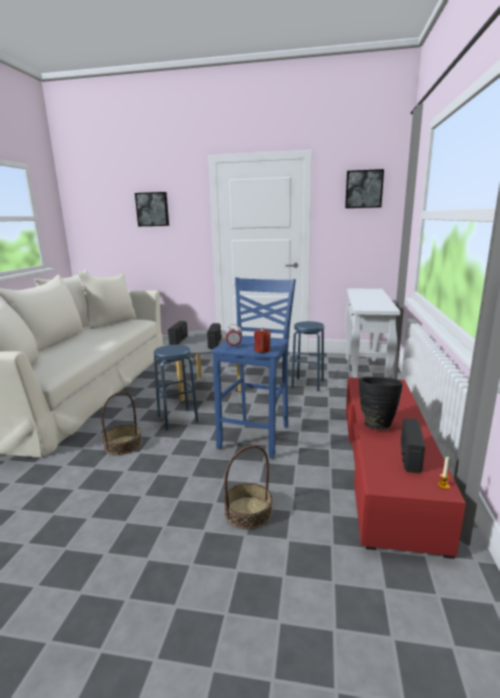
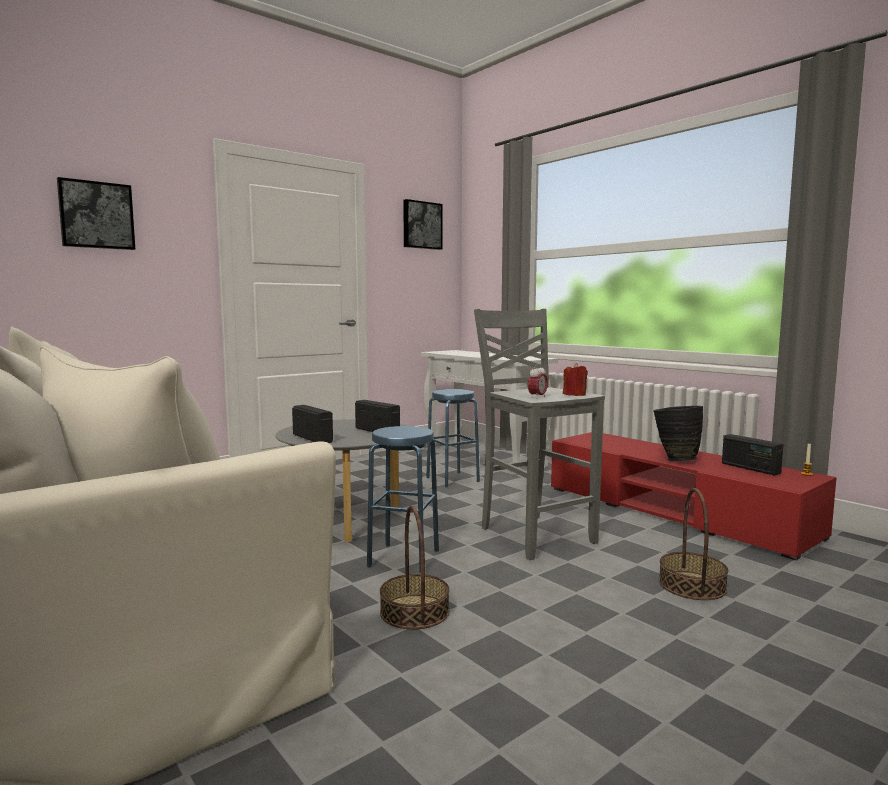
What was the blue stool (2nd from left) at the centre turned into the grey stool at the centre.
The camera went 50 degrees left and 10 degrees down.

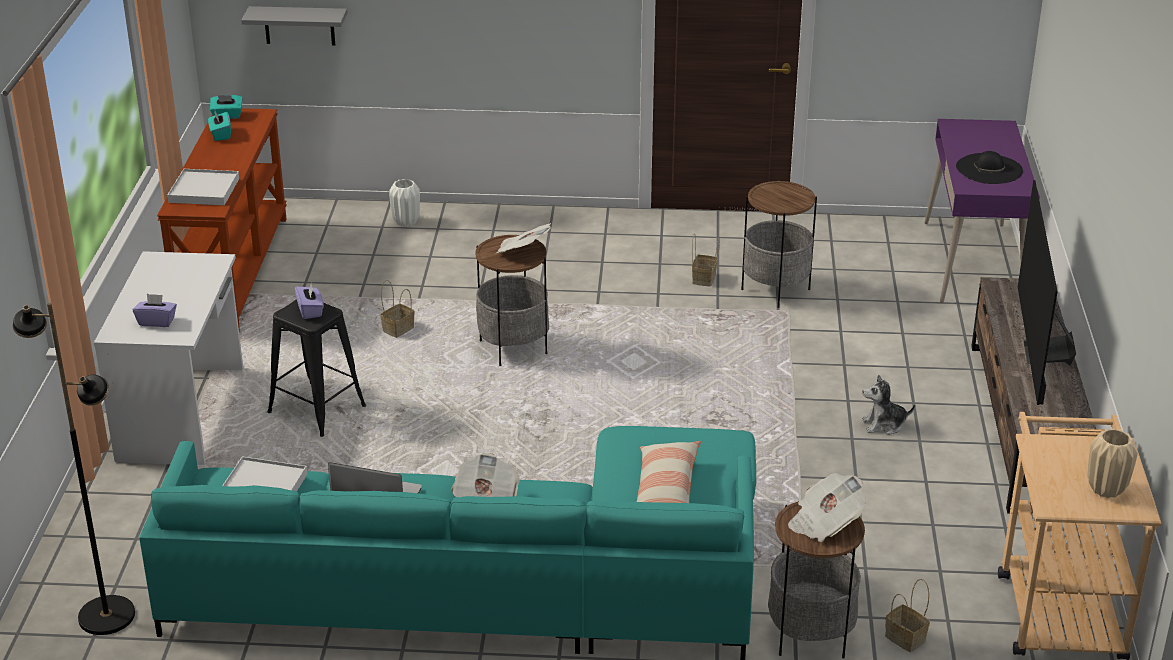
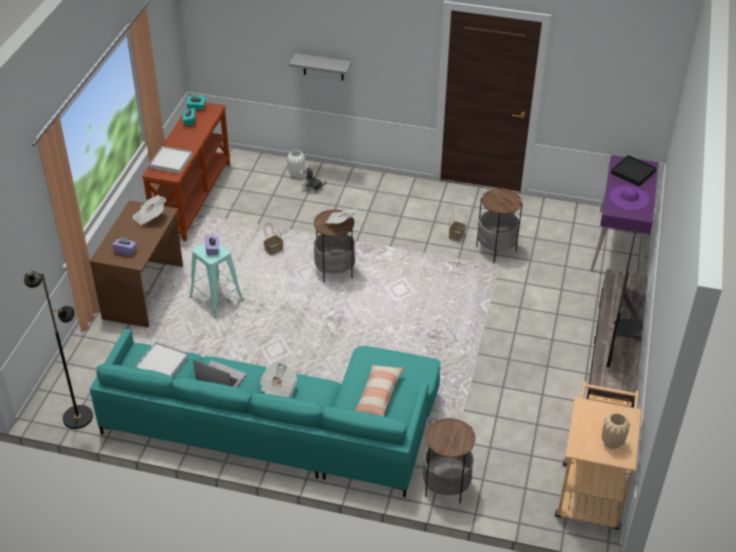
What was the white desk at the middle left turned into the brown desk at the middle left.
The newspaper (3rd from left in the first image) ended up elsewhere, having gone from the bottom right to the middle left.
What was the black stool at the middle left turned into the turquoise stool at the middle left.
The grey shelf ended up elsewhere, having gone from the top left to the top centre.
The plush toy ended up elsewhere, having gone from the middle right to the top centre.
What was the black hat at the top right turned into the purple hat at the middle right.
The second view gained the black tray at the top right.
The second view lost the basket (3rd from left) at the bottom right.
The camera went 10 degrees right and 10 degrees up.

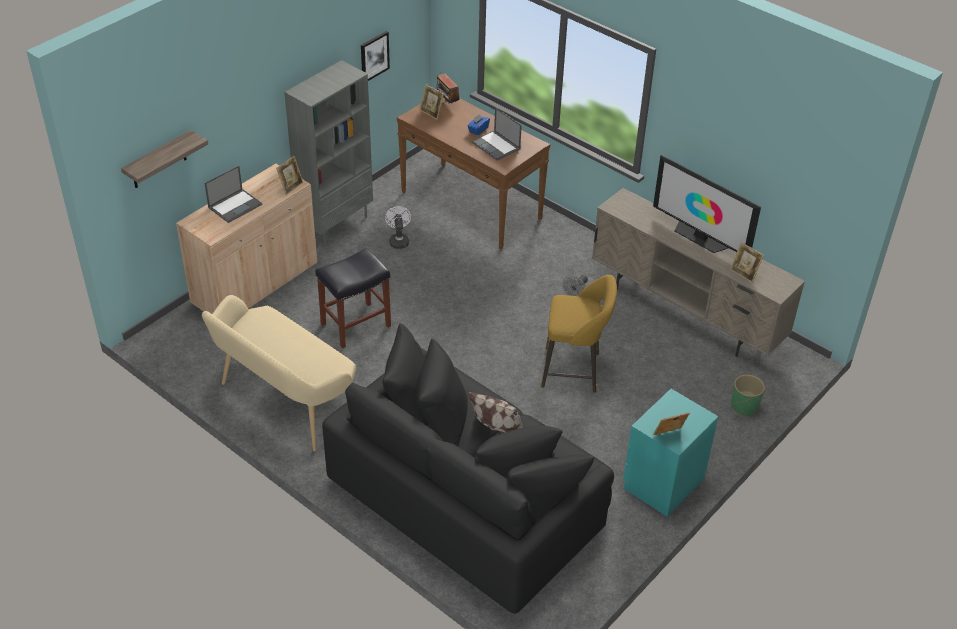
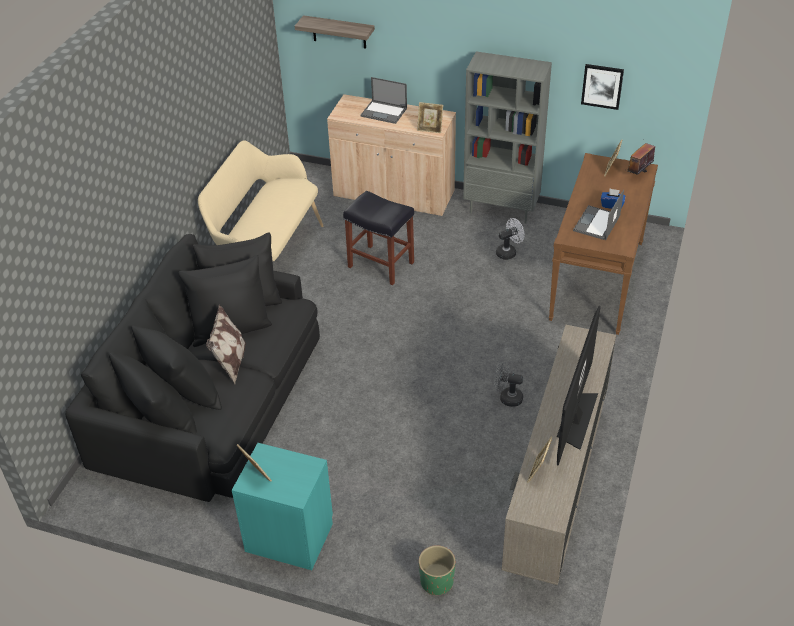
The second view lost the yellow stool at the centre.
The camera went 70 degrees right and 0 degrees up.

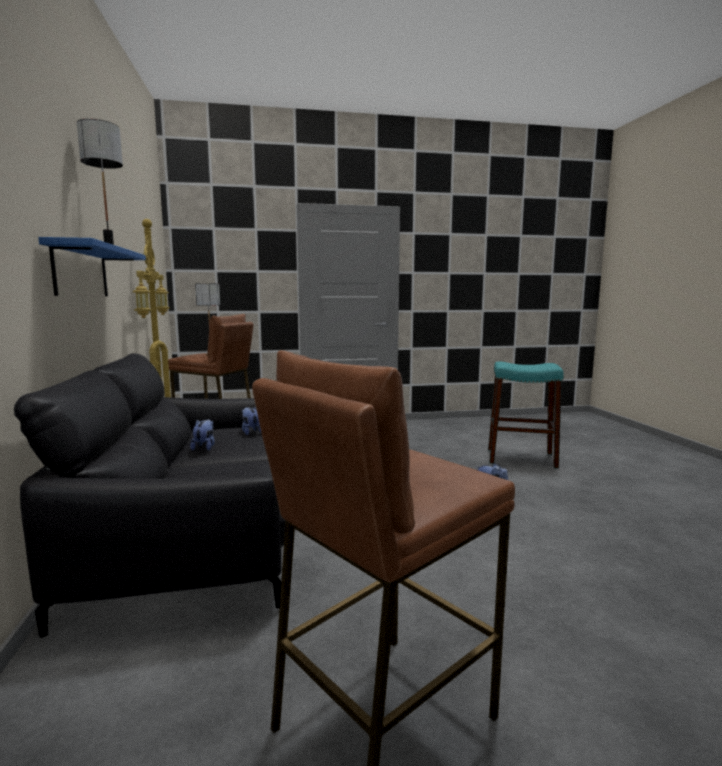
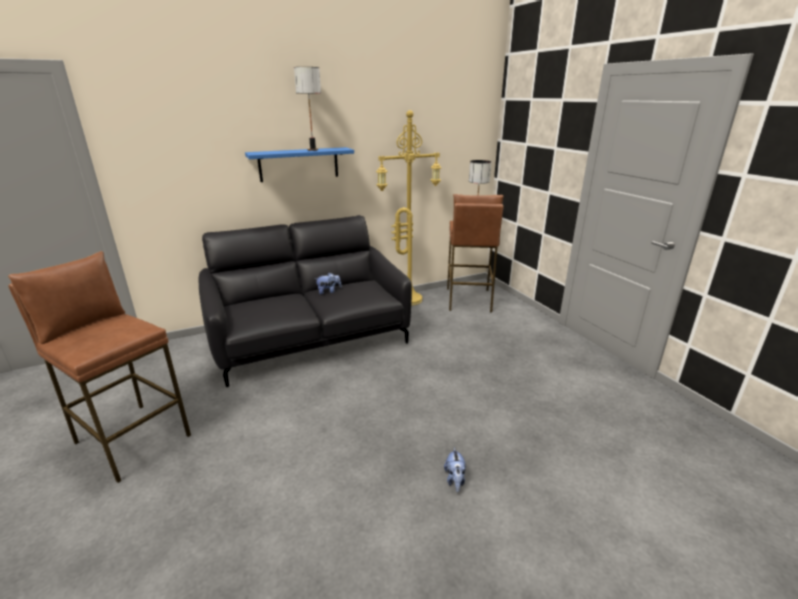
The second view lost the plush toy (2nd from left) at the centre.
The second view lost the turquoise stool at the middle right.
The camera went 75 degrees right and 15 degrees up.

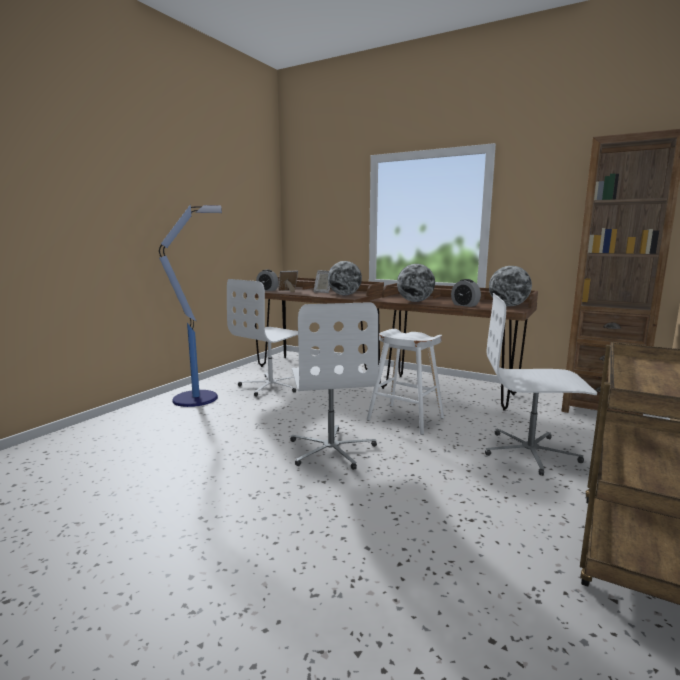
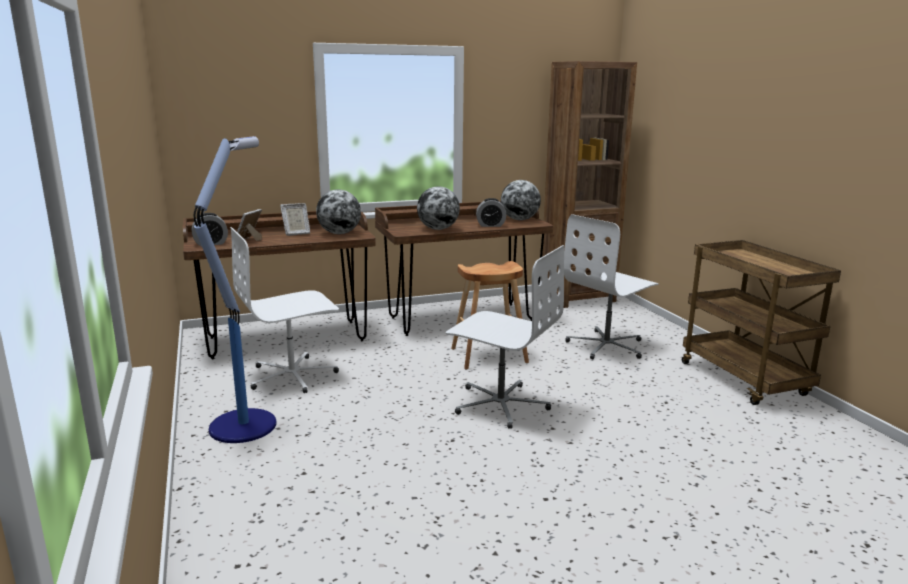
The white office chair (1st from left) at the centre ended up facing another way, 75 degrees clockwise from before.
What was the white stool at the centre turned into the brown stool at the centre.
The camera went 50 degrees left and 5 degrees up.

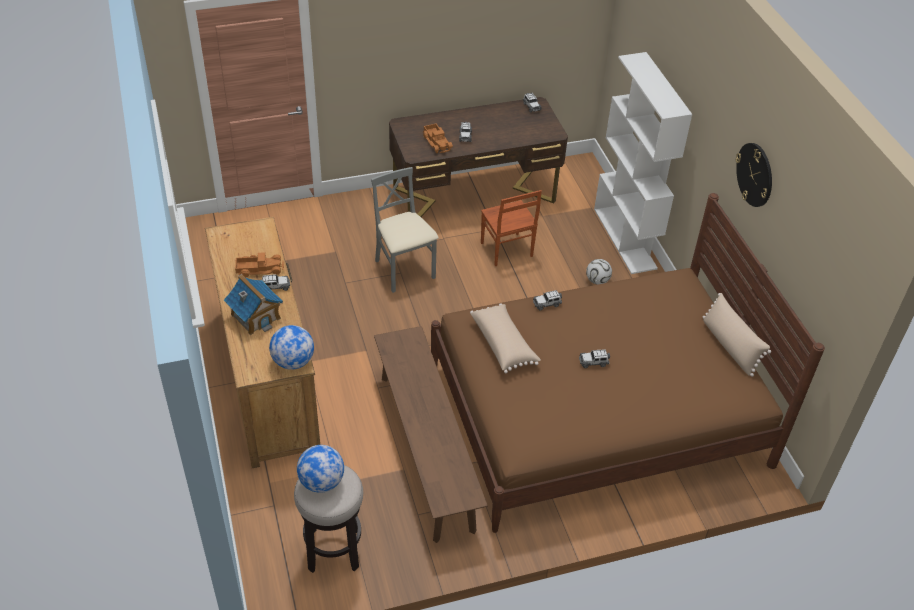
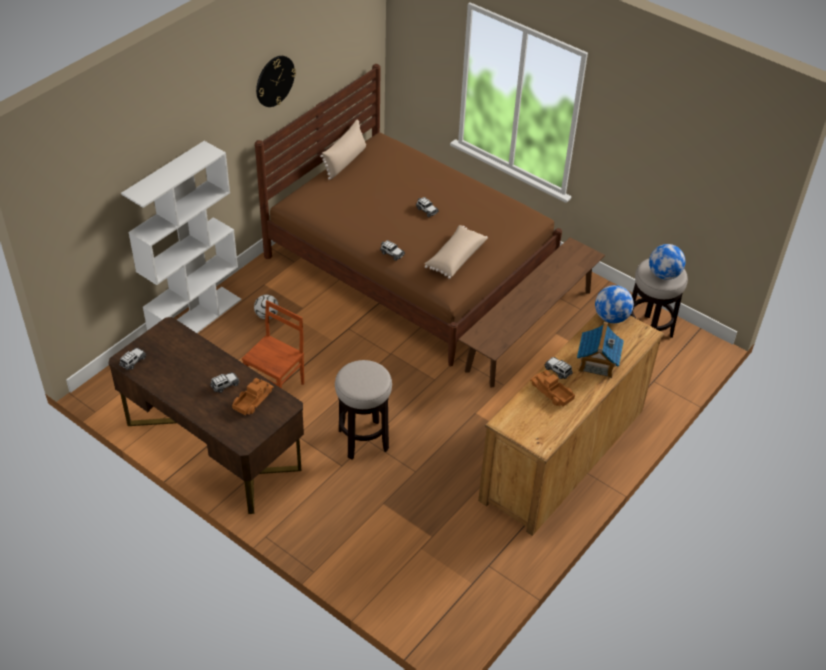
Where the grey chair stood at the centre, the stool (1st from left) came to stand at the centre.
The camera went 125 degrees left and 0 degrees up.

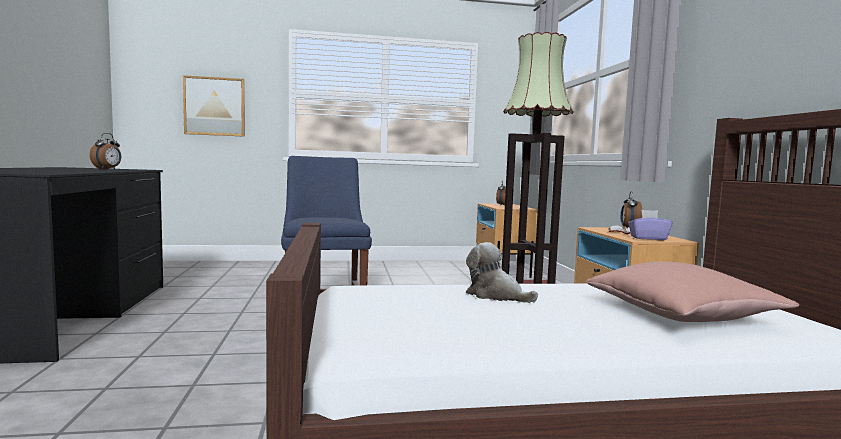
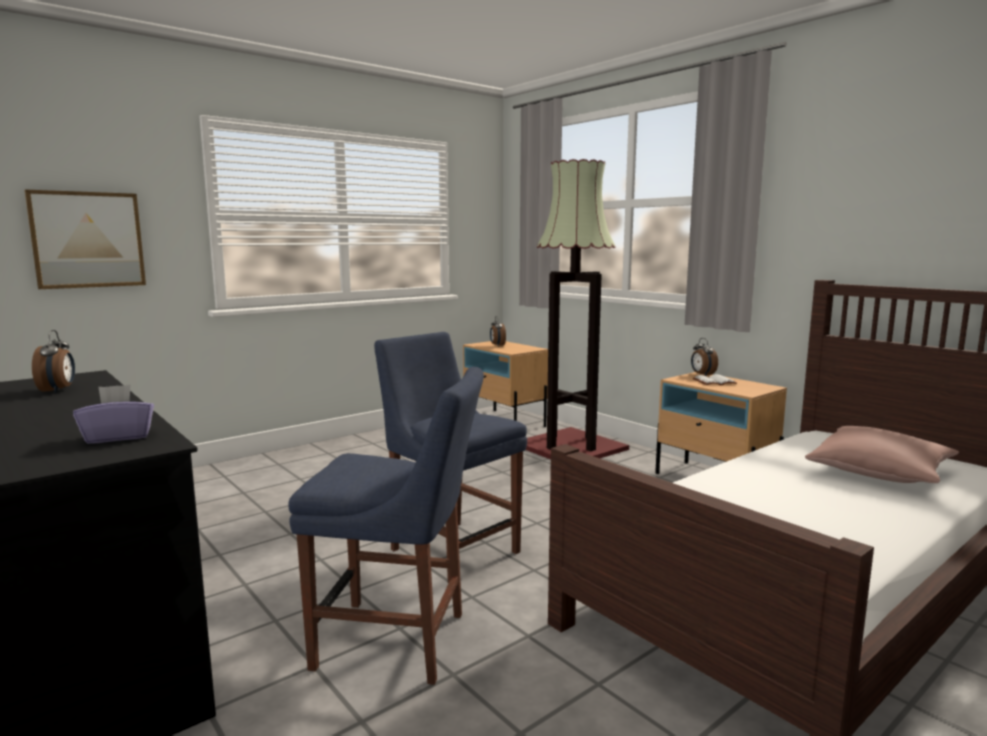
The purple tissue box ended up elsewhere, having gone from the middle right to the middle left.
The second view gained the blue chair (1st from left) at the bottom centre.
The second view lost the plush toy at the centre.
The camera went 30 degrees left and 5 degrees up.

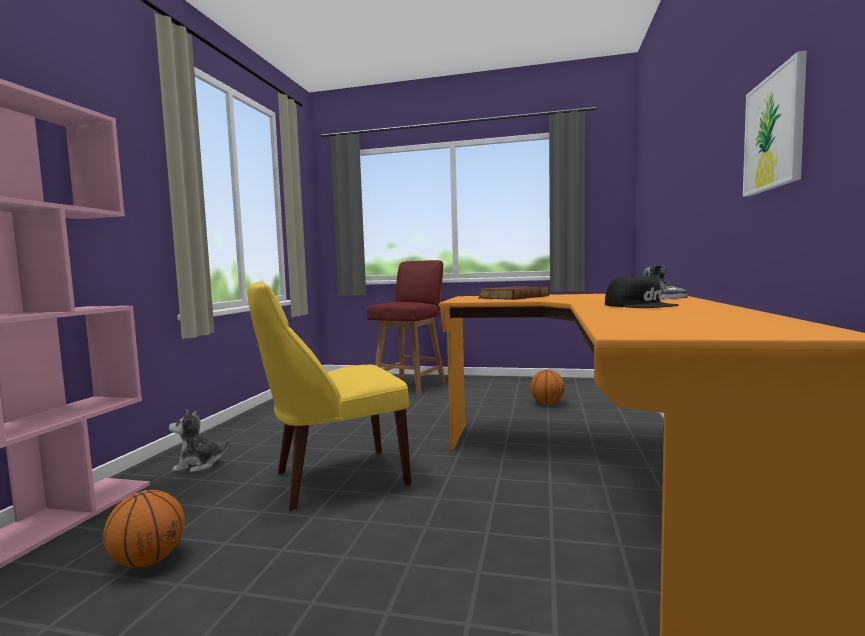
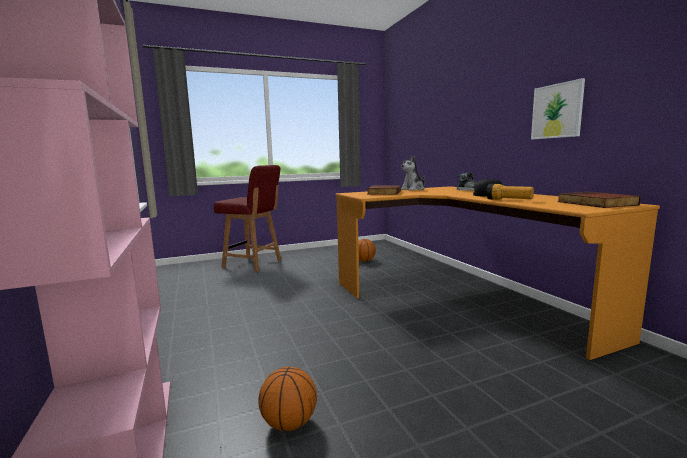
The red chair at the centre ended up facing another way, 120 degrees clockwise from before.
The plush toy ended up elsewhere, having gone from the bottom left to the centre.
The second view gained the flashlight at the middle right.
The second view gained the book (2nd from left) at the middle right.
The second view lost the yellow chair at the centre.
The camera went 35 degrees left and 5 degrees up.

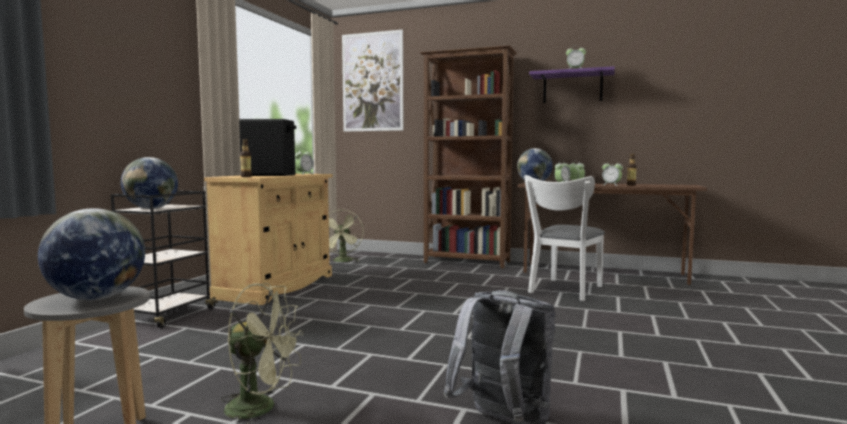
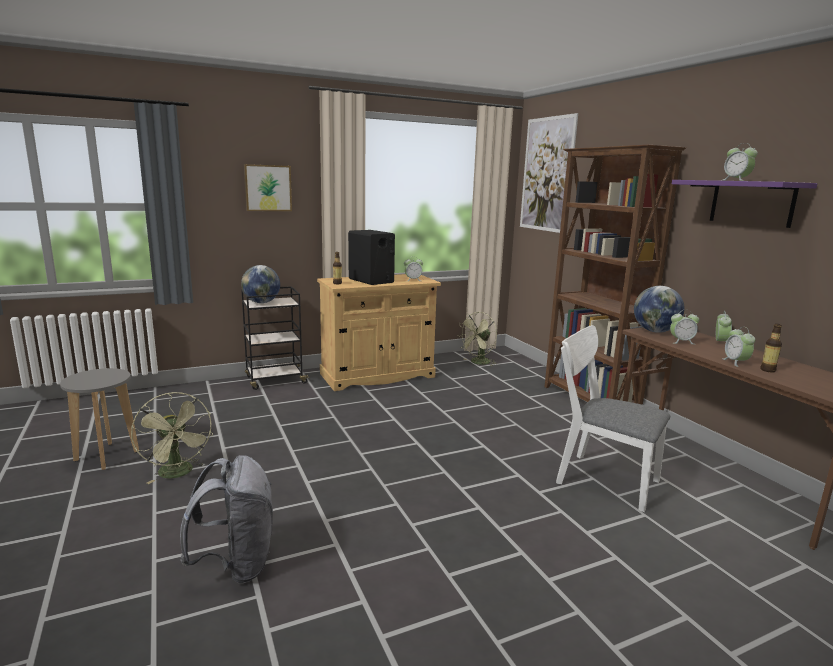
The second view gained the picture (1st from left) at the top left.
The white chair at the centre ended up facing another way, 45 degrees clockwise from before.
The second view lost the globe (1st from left) at the middle left.
The camera went 45 degrees right and 10 degrees up.

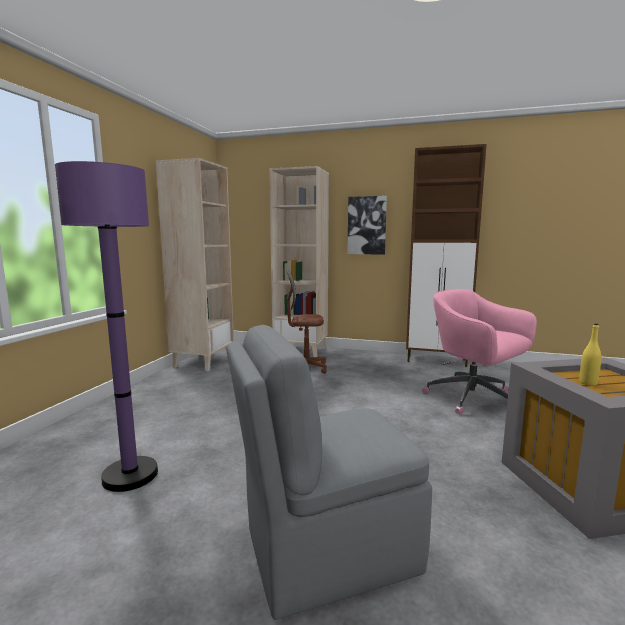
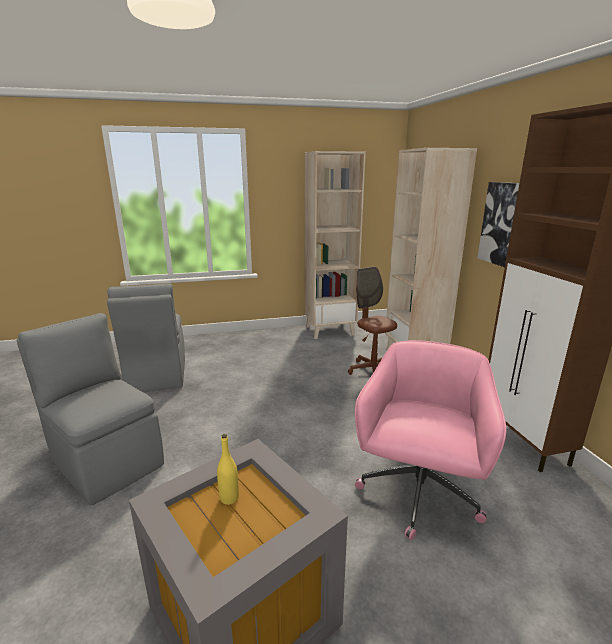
Where the purple floor lamp stood at the middle left, the grey chair (2nd from left) came to stand at the middle left.
The camera went 60 degrees right and 10 degrees up.

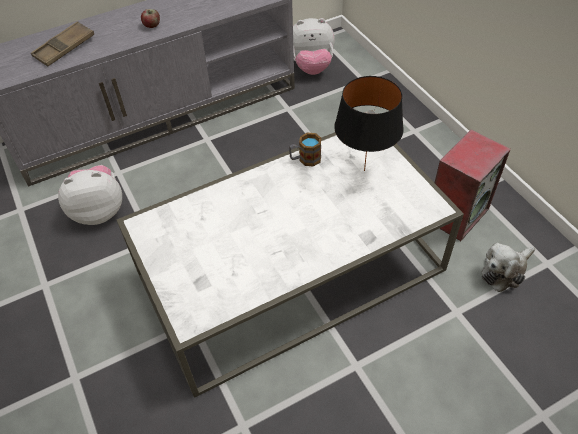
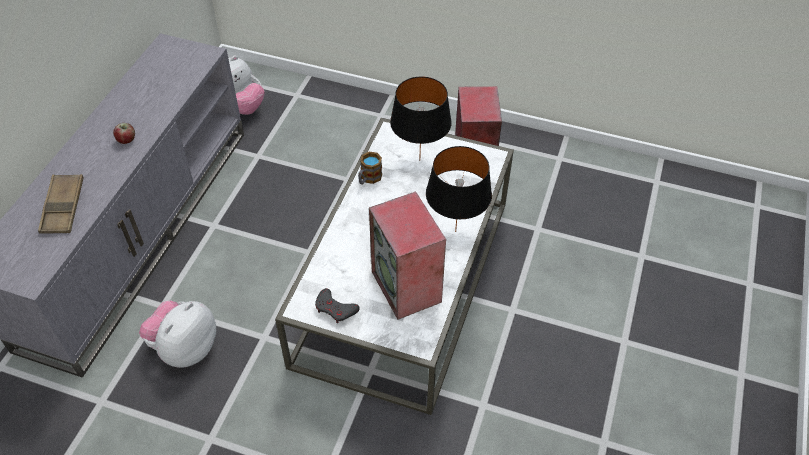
The second view gained the grey game controller at the bottom centre.
The second view gained the speaker (1st from left) at the centre.
The second view gained the black table lamp (2nd from left) at the centre.
The second view lost the plush toy (3rd from left) at the middle right.
The camera went 45 degrees left and 0 degrees up.

